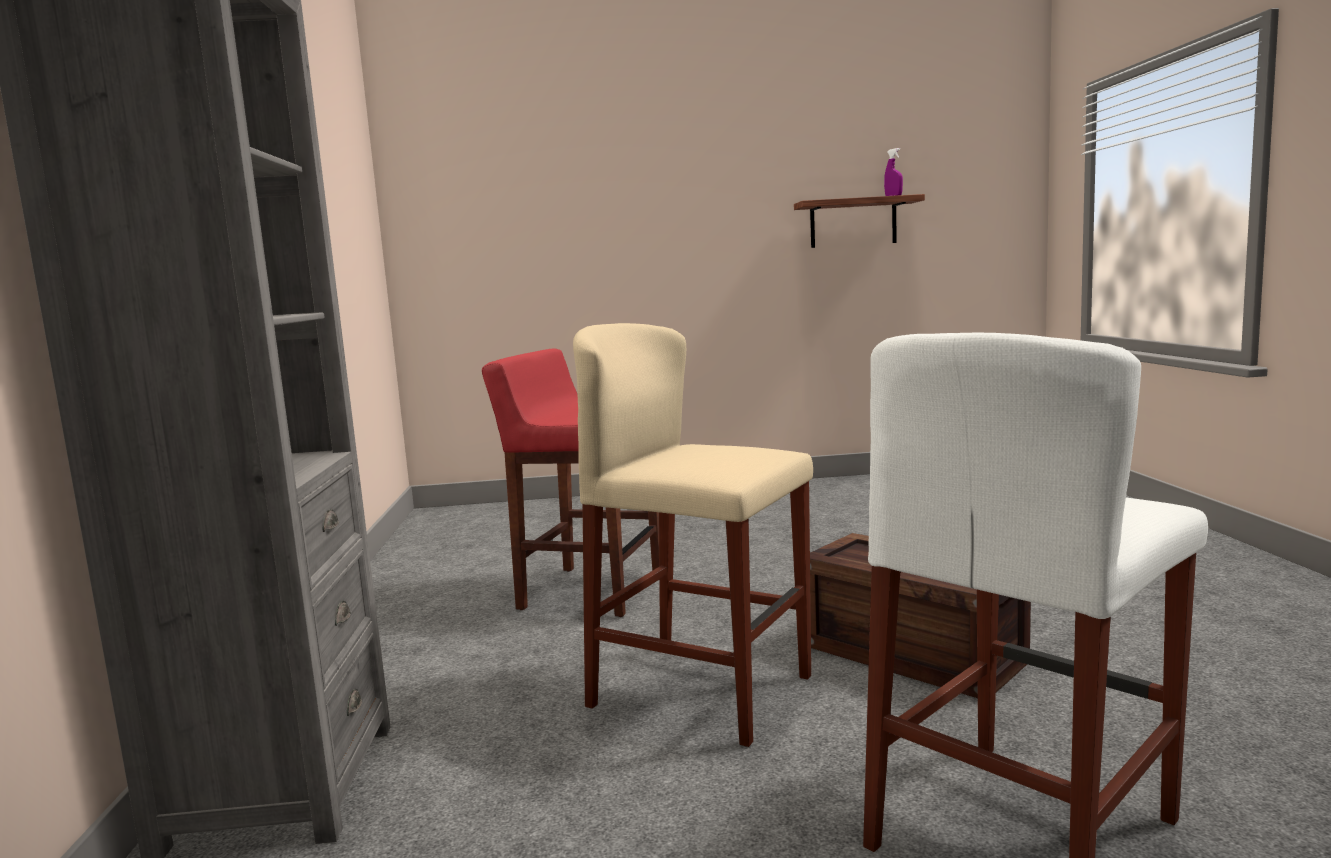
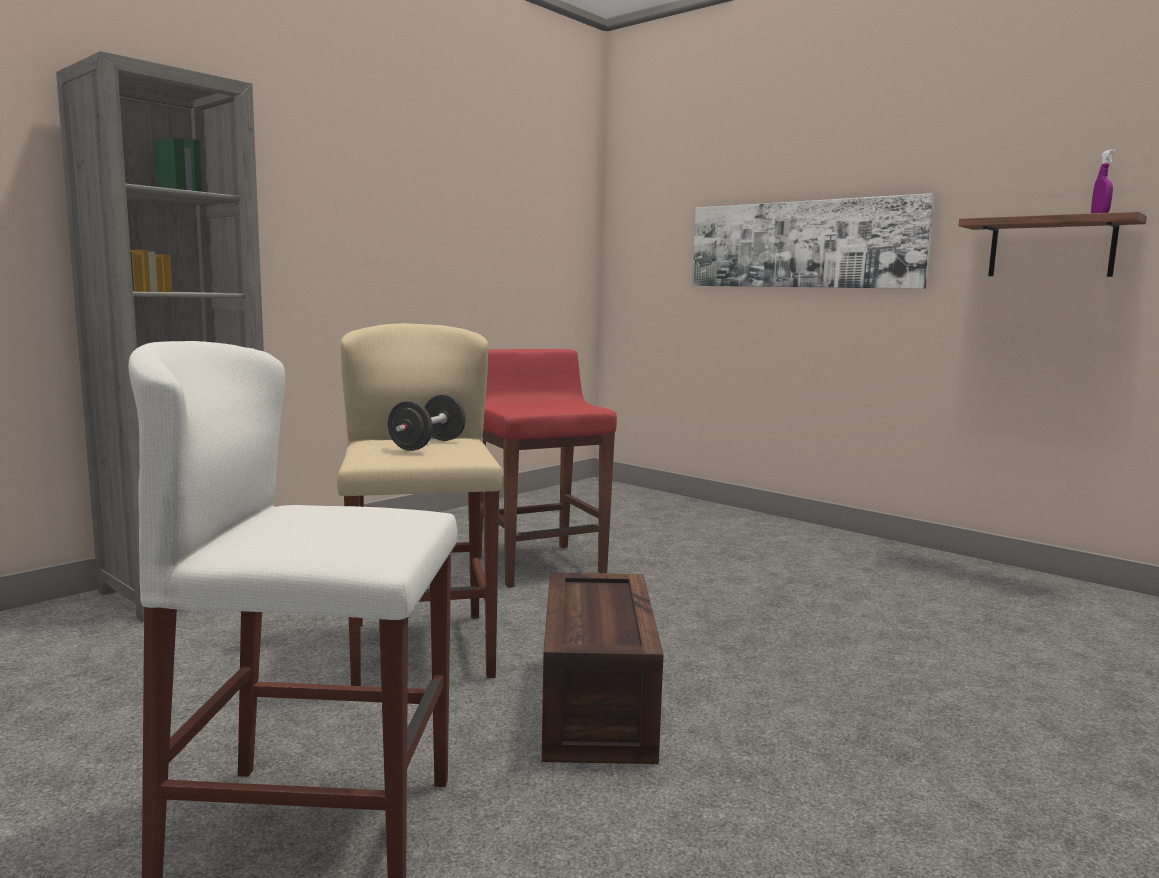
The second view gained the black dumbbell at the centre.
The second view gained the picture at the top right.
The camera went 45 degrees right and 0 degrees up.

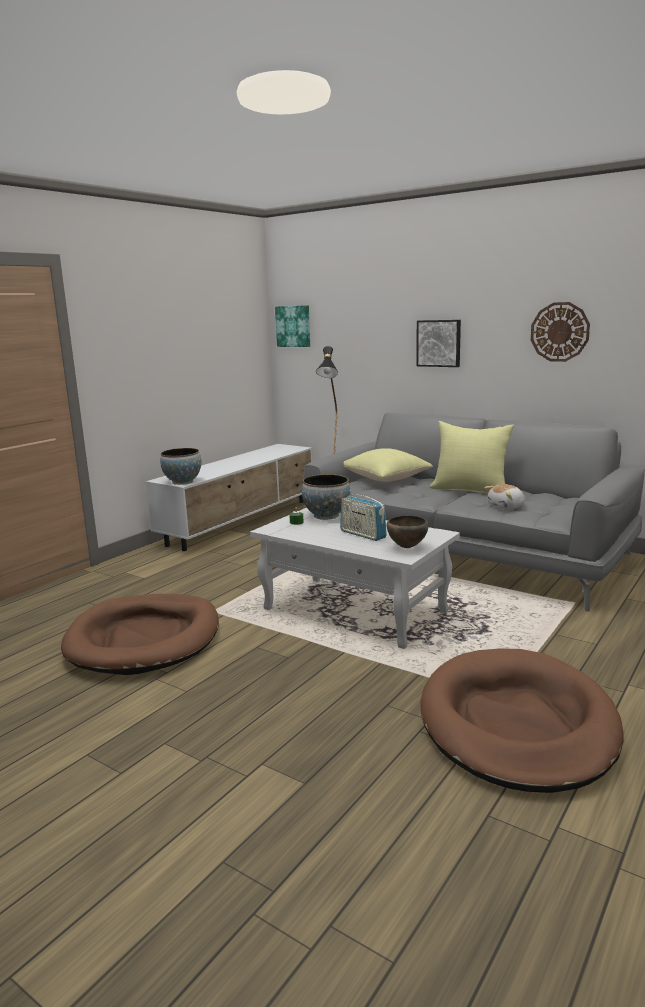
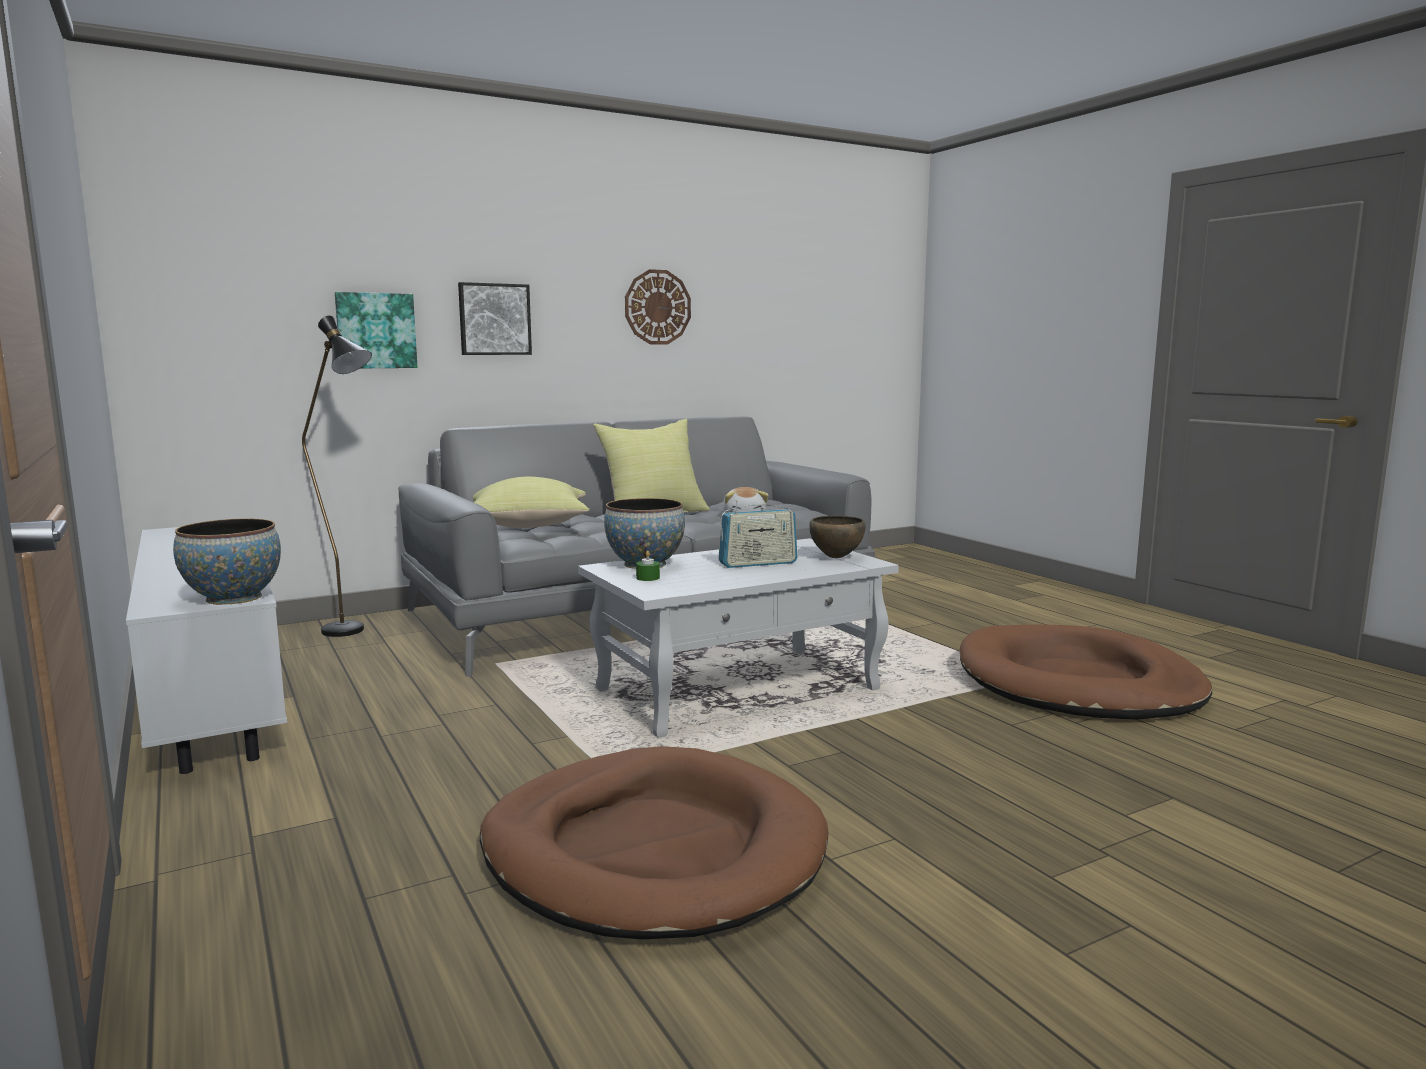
The picture (1st from left) ended up elsewhere, having gone from the top centre to the top left.
The camera went 65 degrees left and 5 degrees down.

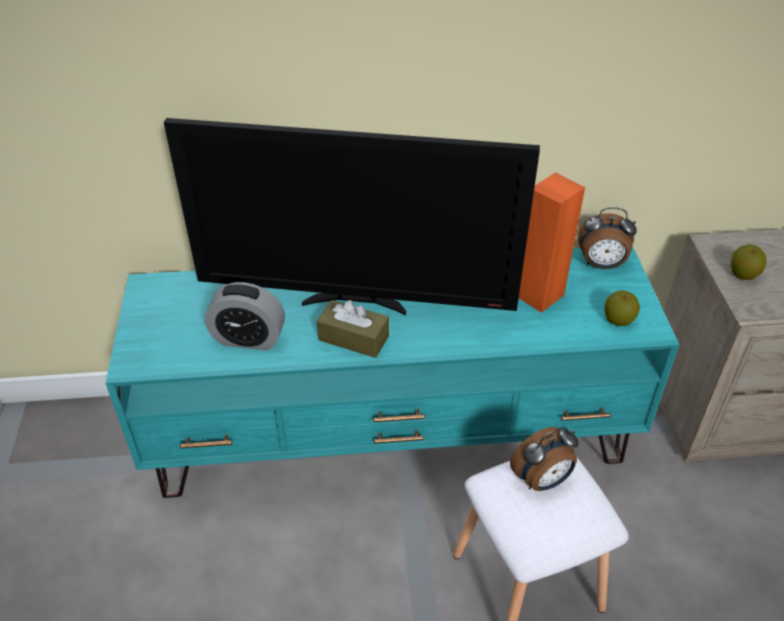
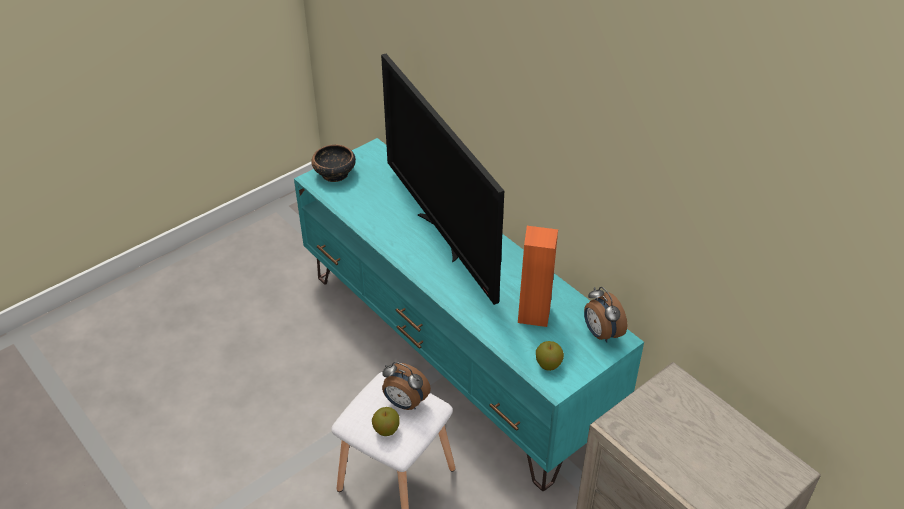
The second view gained the bowl at the top centre.
The apple (2nd from left in the first image) ended up elsewhere, having gone from the middle right to the bottom centre.
The second view lost the alarm clock (1st from left) at the middle left.
The second view lost the brown tissue box at the centre.
The camera went 55 degrees right and 0 degrees up.

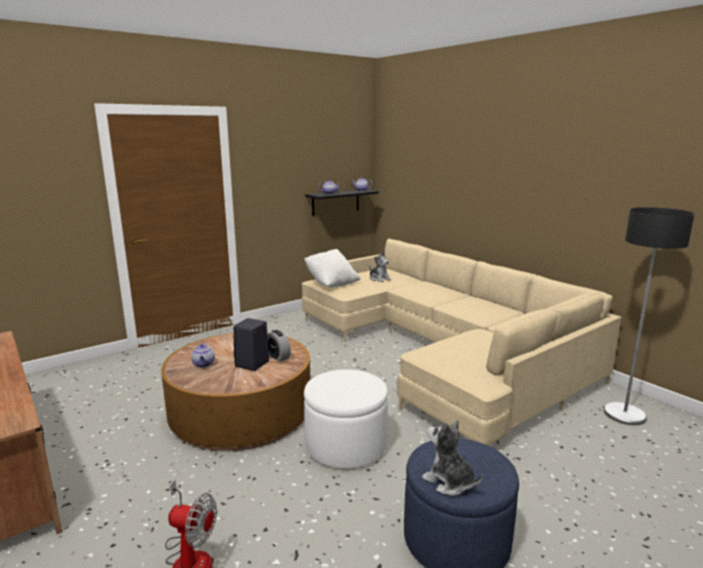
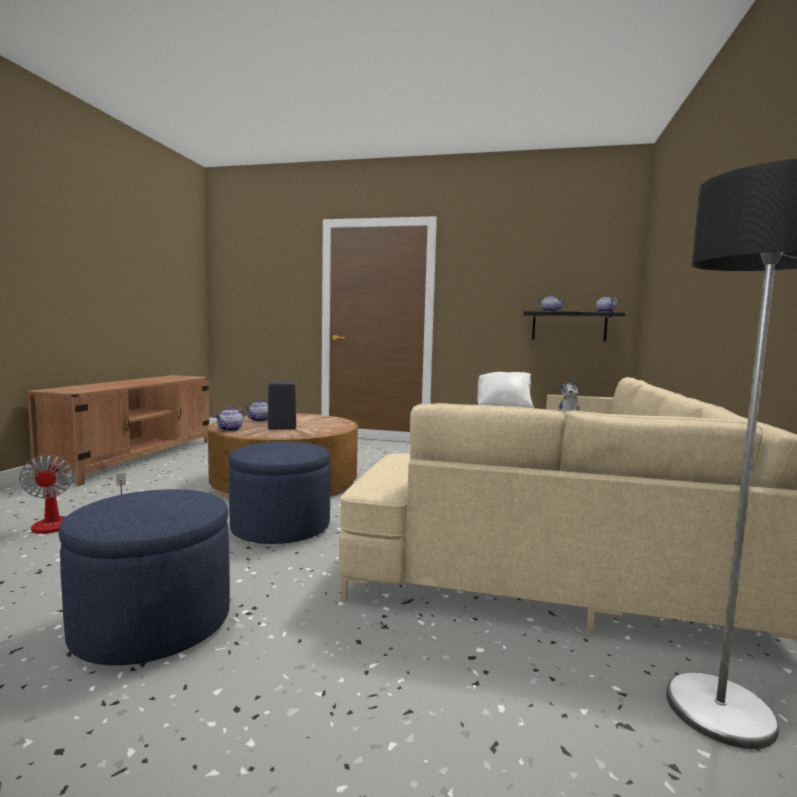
The second view gained the teapot (1st from left) at the middle left.
What was the white ottoman at the bottom centre turned into the blue ottoman (2nd from left) at the centre.
The second view lost the alarm clock at the centre.
The second view lost the plush toy (2nd from left) at the bottom centre.
The camera went 50 degrees right and 10 degrees down.

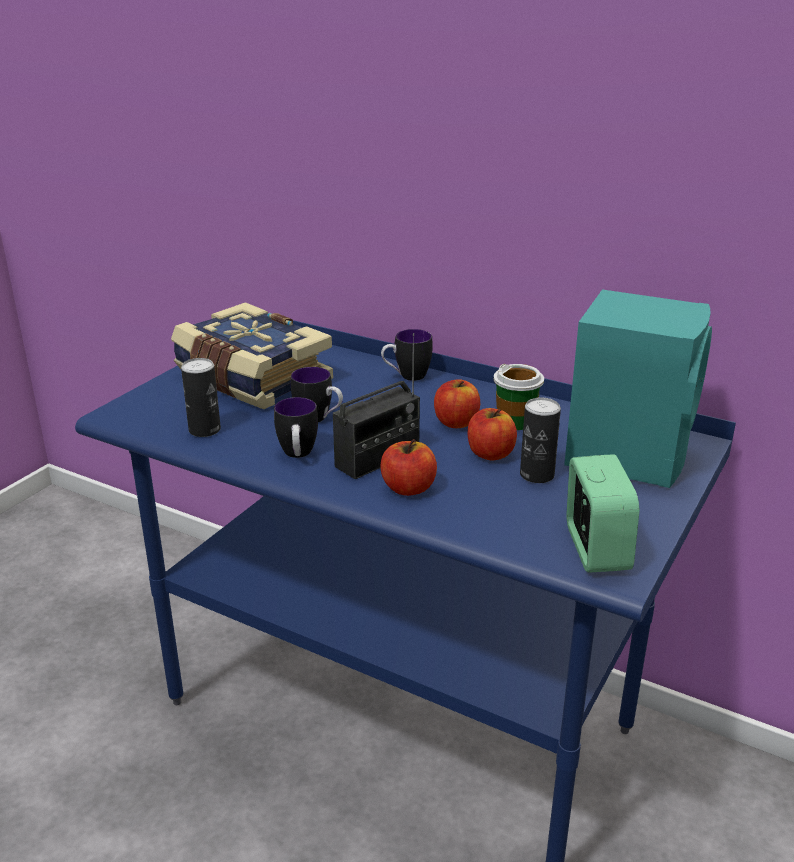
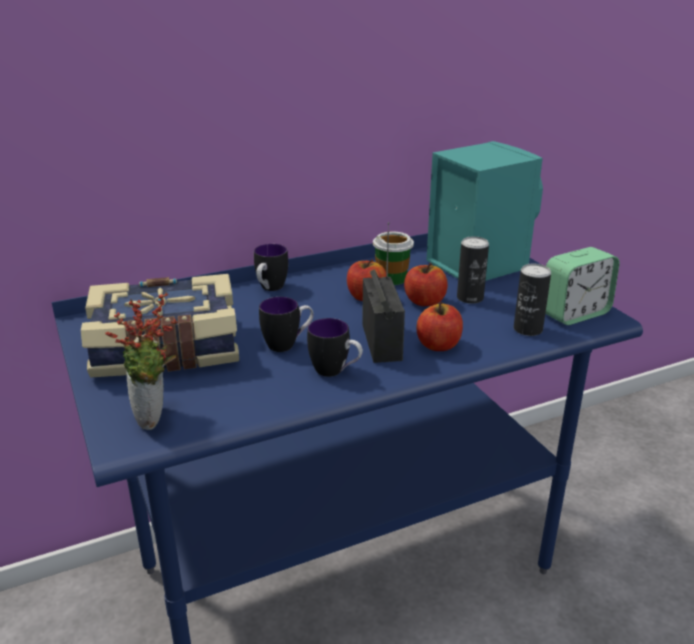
The second view gained the potted plant at the middle left.
The can (1st from left in the first image) ended up elsewhere, having gone from the middle left to the middle right.
The alarm clock at the middle right ended up facing another way, 120 degrees clockwise from before.
The camera went 55 degrees left and 0 degrees up.

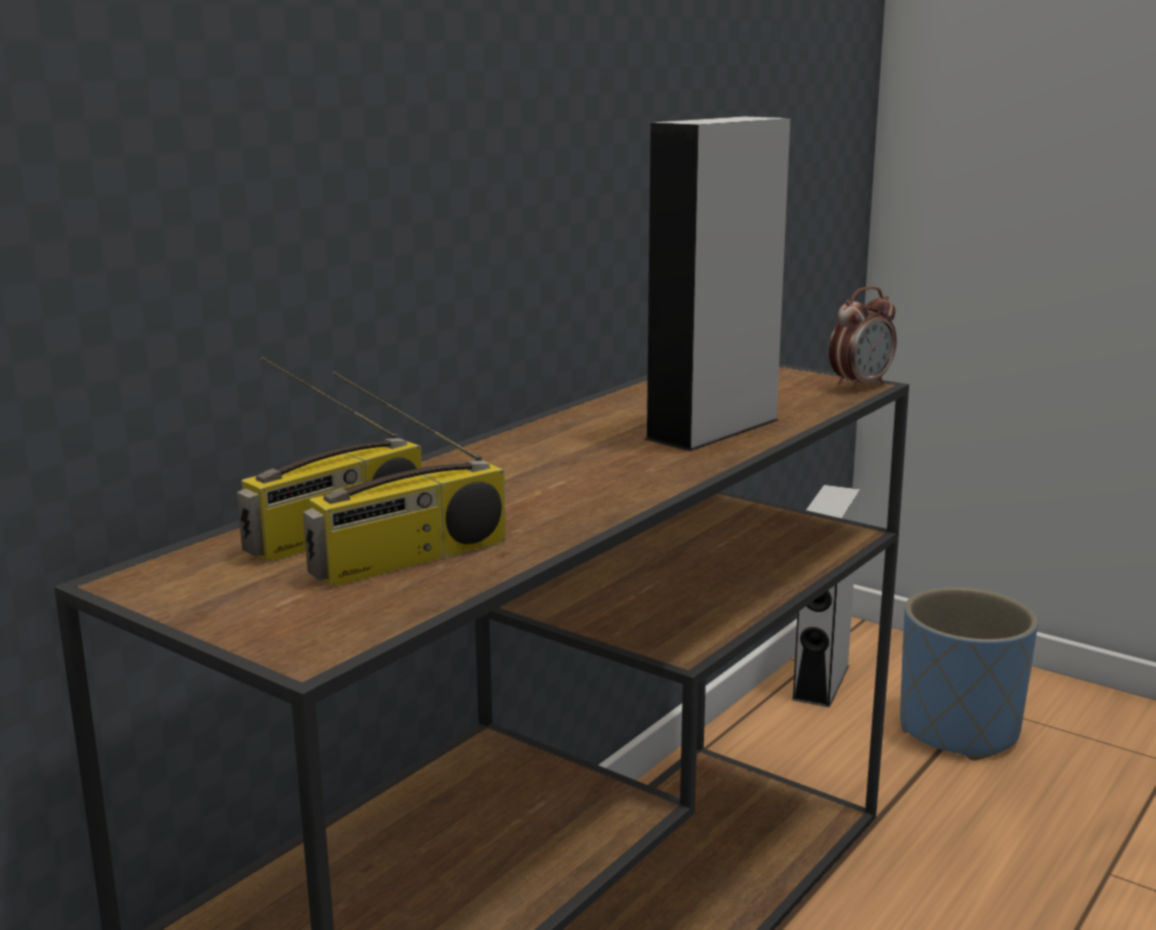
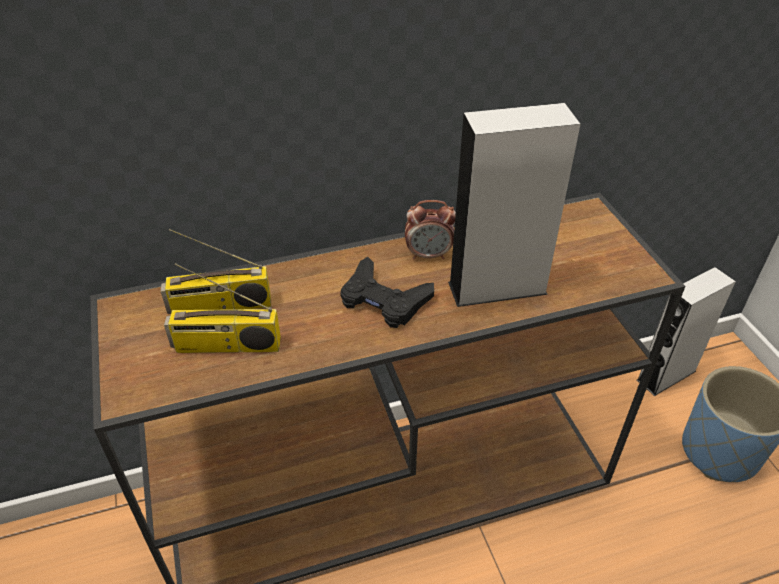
The second view gained the black game controller at the centre.
The alarm clock ended up elsewhere, having gone from the middle right to the centre.
The camera went 35 degrees right and 25 degrees up.

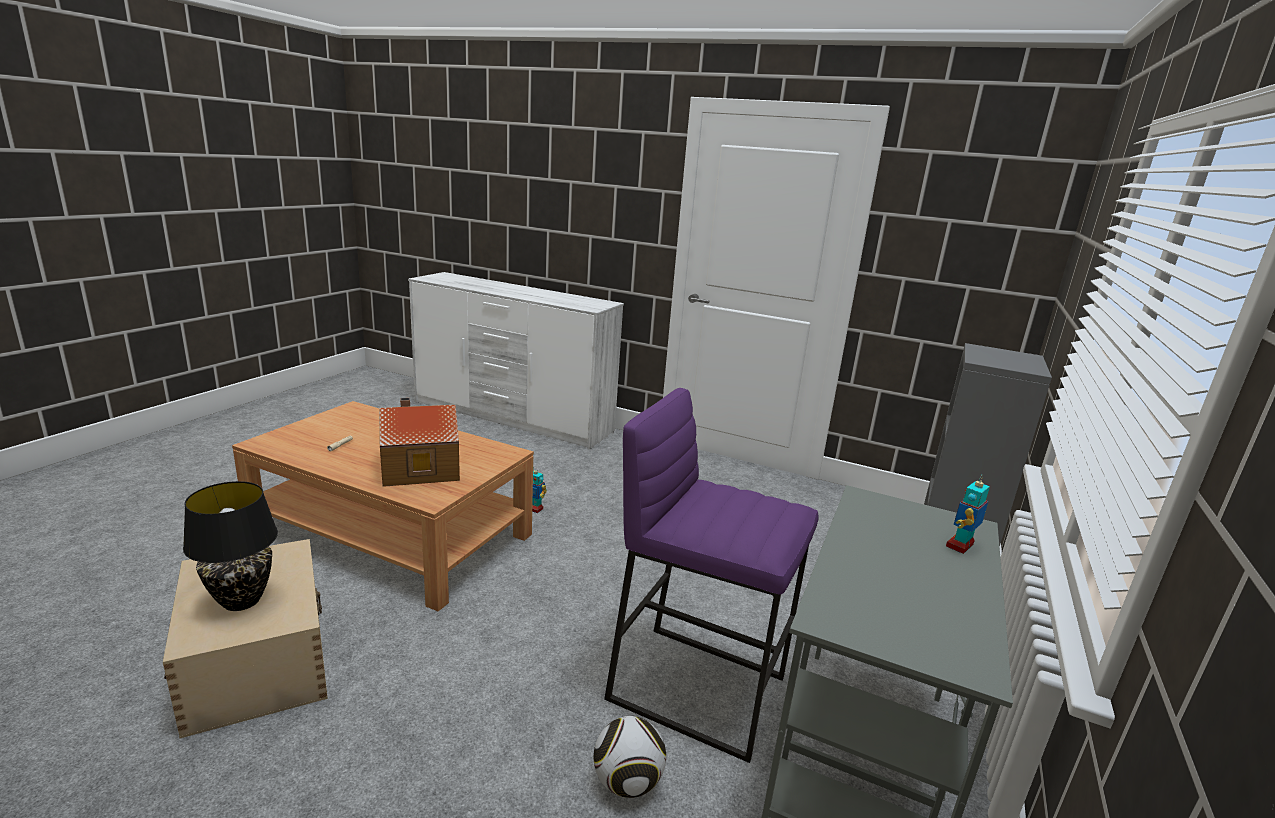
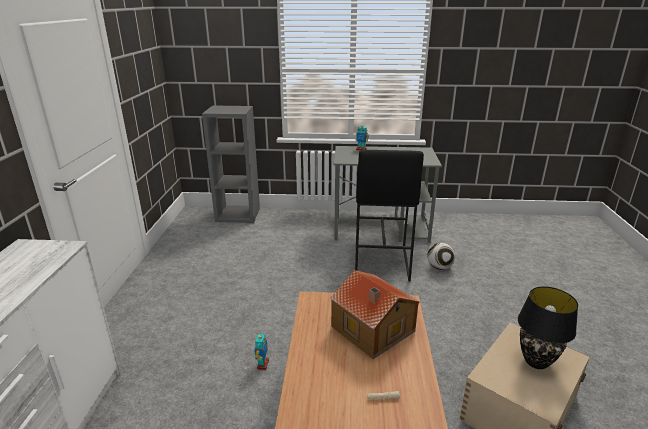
What was the purple stool at the bottom centre turned into the black stool at the centre.
The camera went 110 degrees left and 5 degrees up.

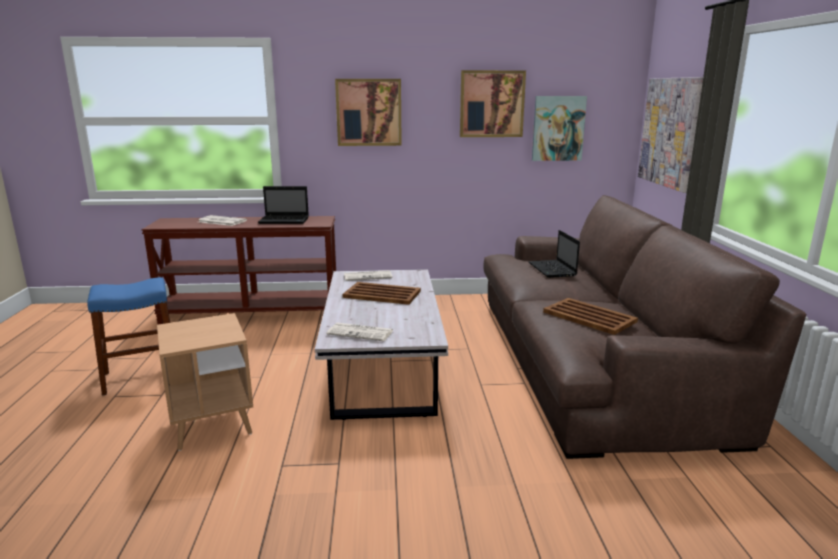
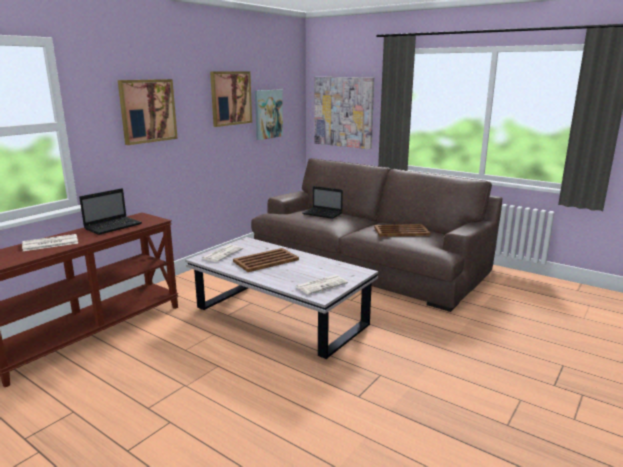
The second view lost the blue stool at the middle left.
The second view lost the brown side table at the bottom left.
The camera went 50 degrees left and 0 degrees up.

